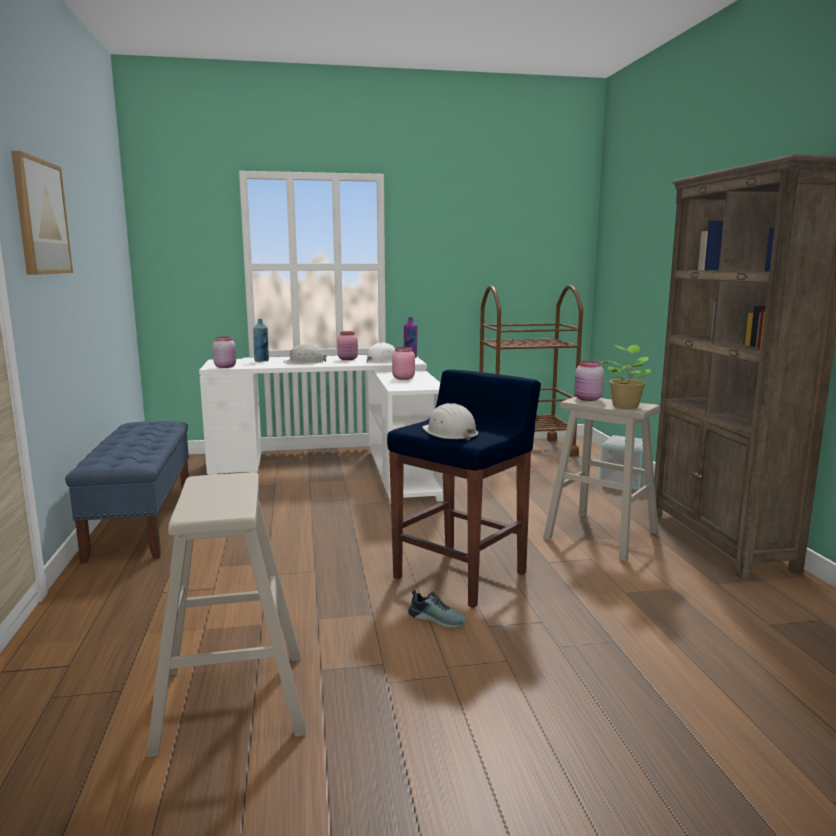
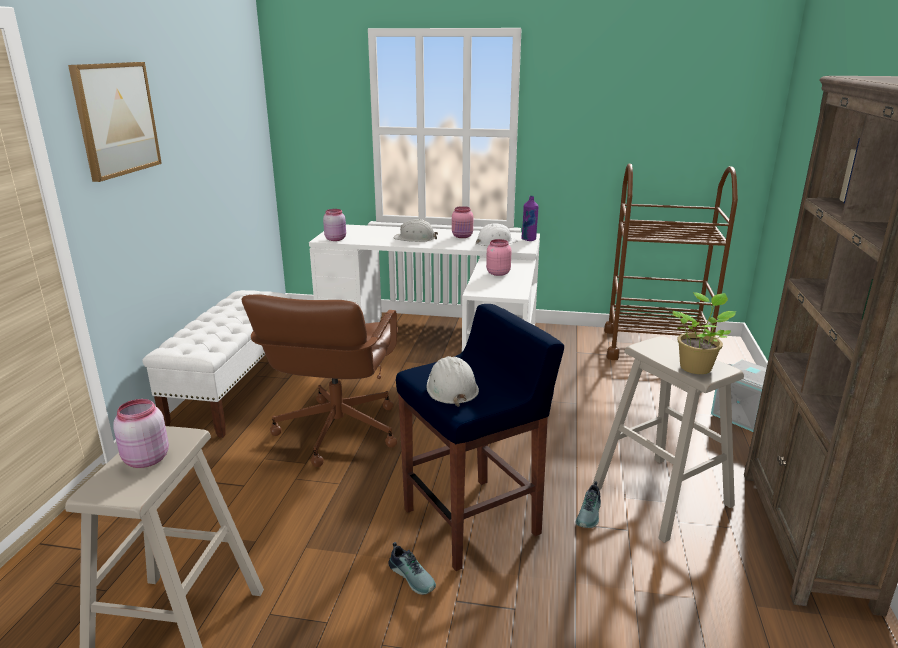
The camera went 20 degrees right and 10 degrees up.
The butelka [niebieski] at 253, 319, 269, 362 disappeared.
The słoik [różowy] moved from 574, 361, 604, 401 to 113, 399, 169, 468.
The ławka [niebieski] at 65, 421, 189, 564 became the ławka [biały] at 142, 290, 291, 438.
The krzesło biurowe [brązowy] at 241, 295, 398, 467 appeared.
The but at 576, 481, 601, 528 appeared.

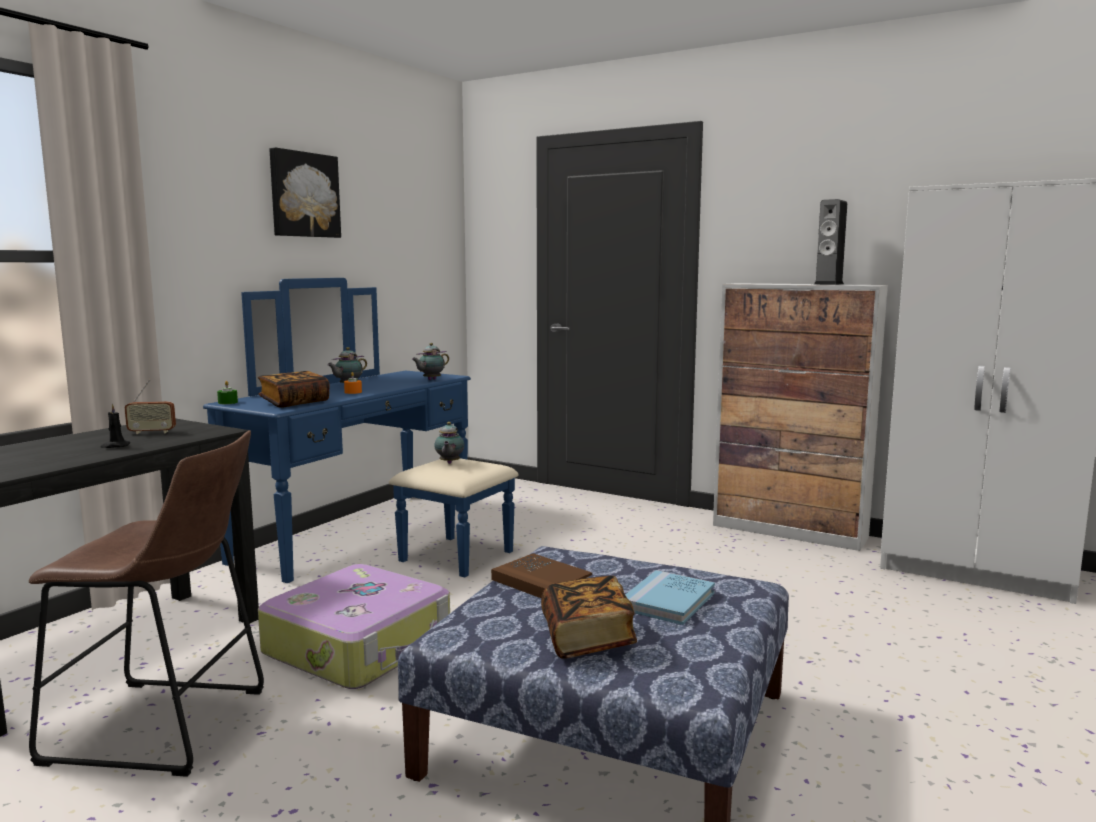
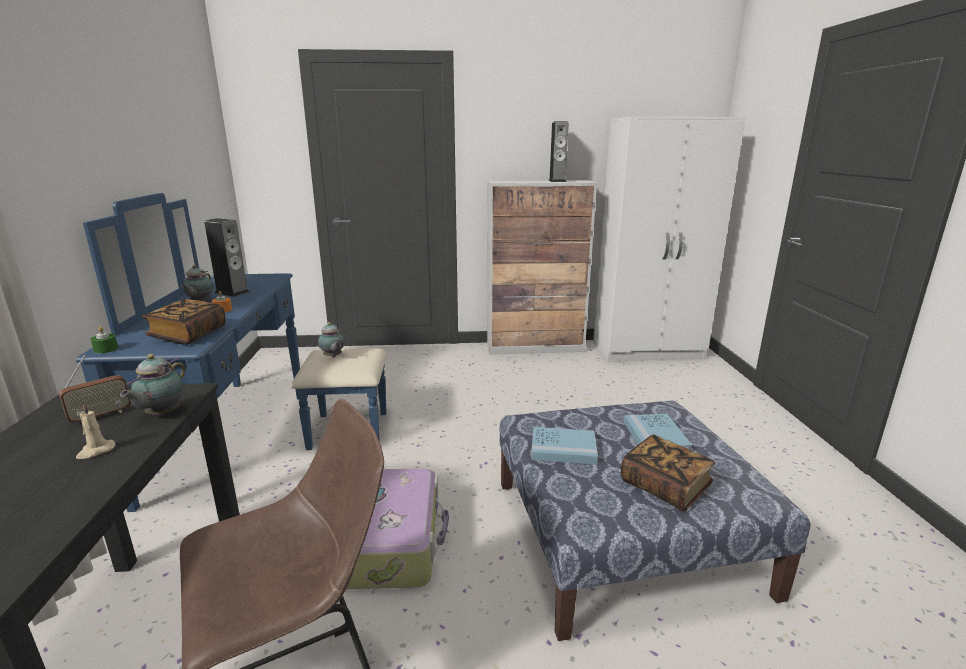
The camera went 35 degrees left and 10 degrees up.
The obraz at 269, 147, 341, 238 disappeared.
The imbryk moved from 412, 343, 449, 380 to 120, 354, 185, 416.
The świeca [czarny] at 101, 404, 130, 448 became the świeca [beżowy] at 76, 402, 116, 459.
The książka [brązowy] at 491, 553, 592, 598 became the książka [niebieski] at 531, 427, 598, 464.
The głośnik at 204, 218, 250, 297 appeared.

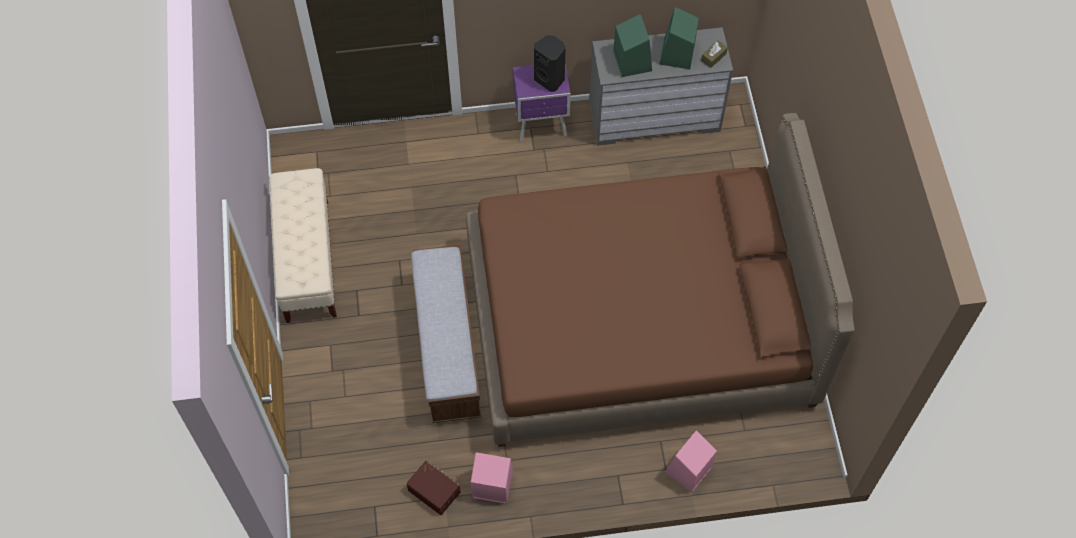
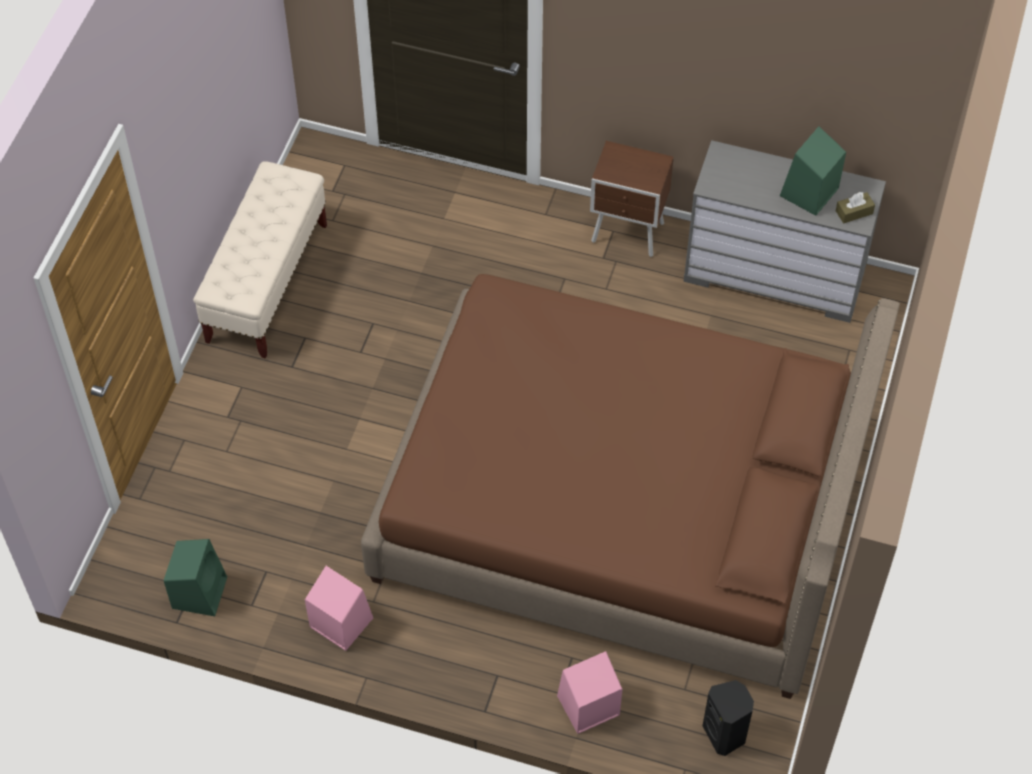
The camera went 25 degrees right and 5 degrees down.
The głośnik [zielony] moved from 613, 14, 652, 77 to 164, 539, 227, 616.
The głośnik [czarny] moved from 534, 35, 566, 92 to 703, 680, 754, 756.
The szafka nocna [fioletowy] at 513, 65, 571, 142 became the szafka nocna [brązowy] at 590, 141, 673, 257.
The ławka at 411, 244, 482, 423 disappeared.
The pojemnik do przechowywania [brązowy] at 406, 460, 461, 515 disappeared.

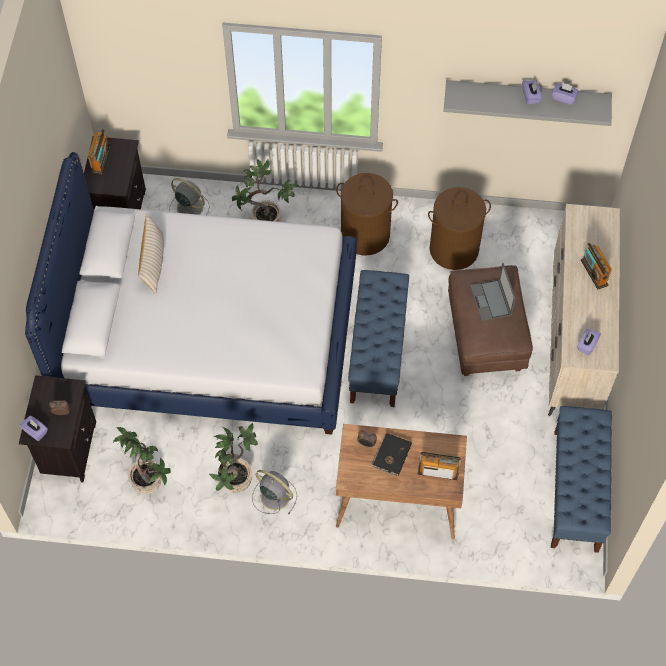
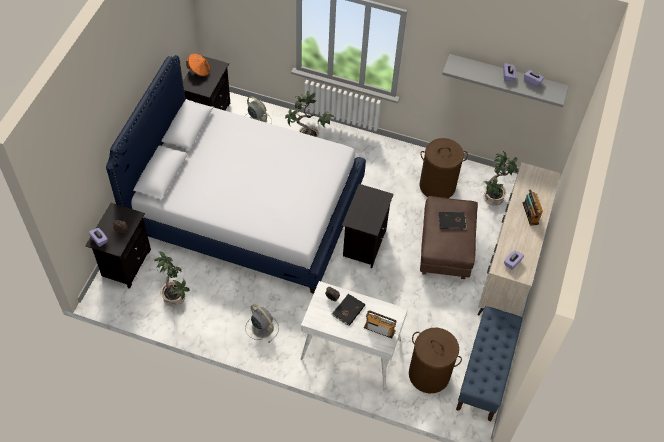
The camera went 10 degrees right and 5 degrees down.
The radio at 88, 129, 111, 174 was replaced by the kapelusz [pomarańczowy] at 186, 54, 211, 77.
The kosz na pranie [brązowy] moved from 336, 173, 398, 255 to 409, 328, 462, 393.
The poduszka [beżowy] at 138, 214, 164, 294 disappeared.
The laptop at 470, 263, 516, 321 was replaced by the książka [czarny] at 439, 212, 467, 230.
The ławka [niebieski] at 348, 270, 409, 407 was replaced by the szafka nocna [czarny] at 342, 184, 394, 268.
The roślina doniczkowa moved from 209, 423, 258, 493 to 483, 150, 518, 206.
The biurko [brązowy] at 336, 424, 467, 540 became the biurko [biały] at 301, 281, 408, 388.

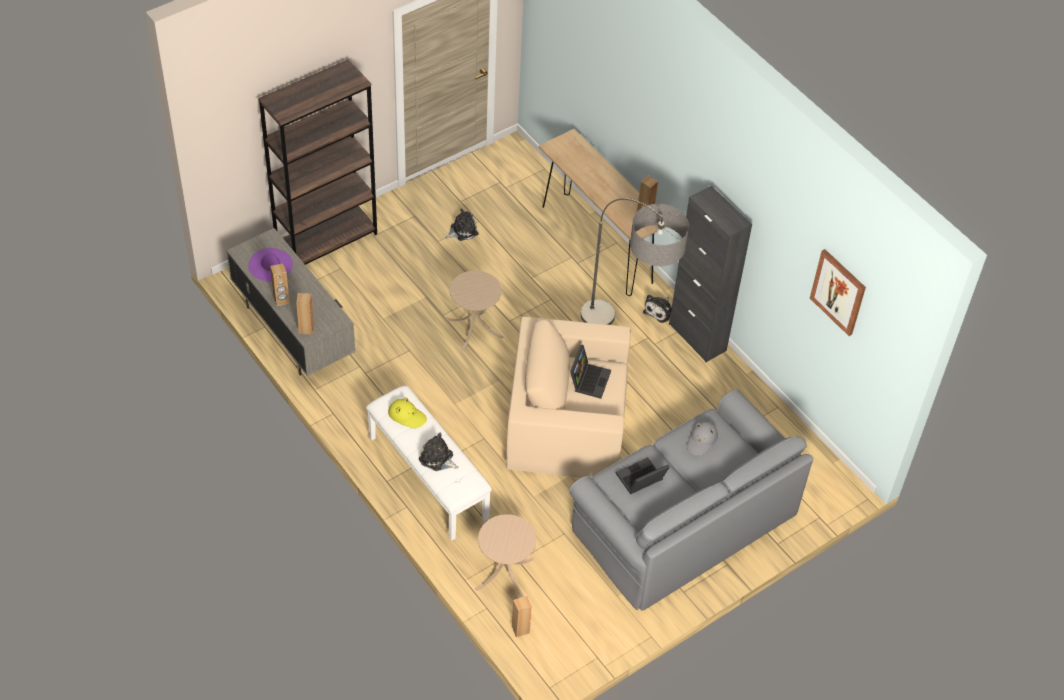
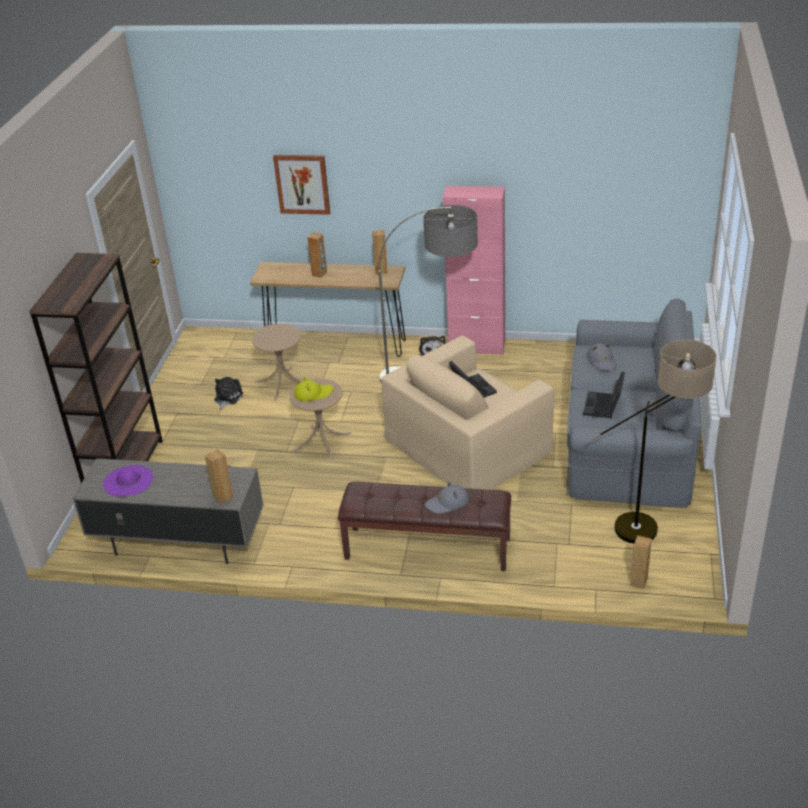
The camera went 40 degrees left and 15 degrees down.
The szafka [czarny] at 669, 186, 752, 362 became the szafka [różowy] at 443, 186, 505, 355.
The obraz moved from 810, 249, 866, 336 to 273, 155, 330, 215.
The głośnik [brązowy] moved from 270, 263, 290, 306 to 308, 232, 327, 278.
The ławka [biały] at 366, 385, 492, 541 became the ławka [brązowy] at 338, 482, 511, 571.
The kapelusz [żółty] moved from 388, 397, 427, 428 to 294, 377, 333, 401.
The pluszak at 419, 433, 458, 471 was replaced by the kapelusz [szary] at 425, 482, 469, 514.
The stolik [beżowy] moved from 476, 514, 536, 598 to 252, 324, 302, 401.
The lampa stojąca at 591, 340, 717, 544 appeared.

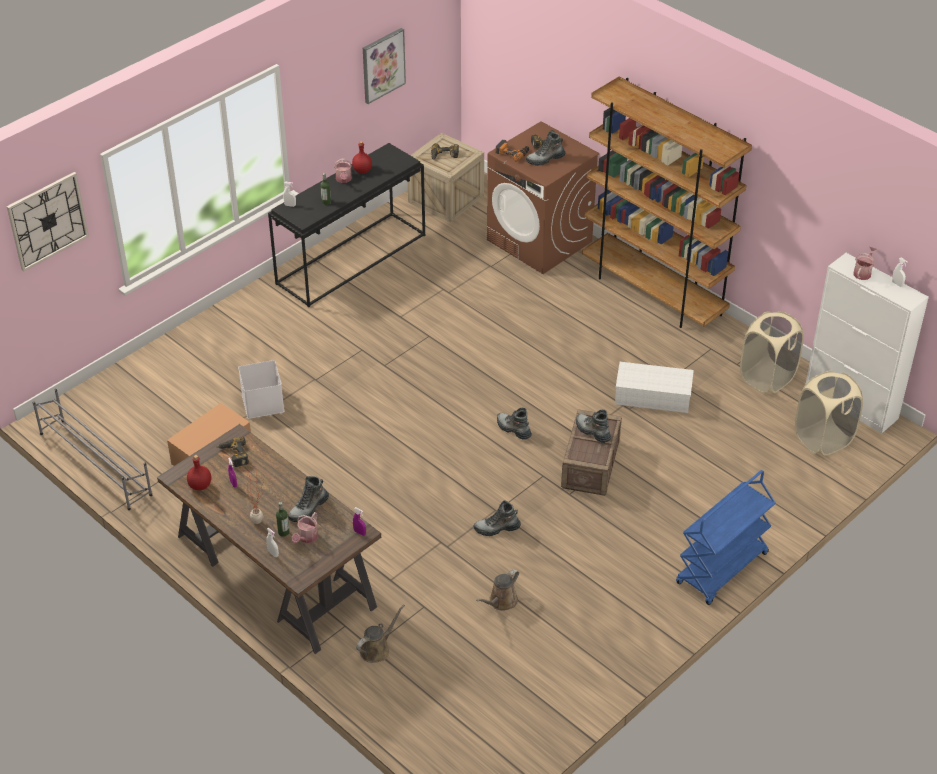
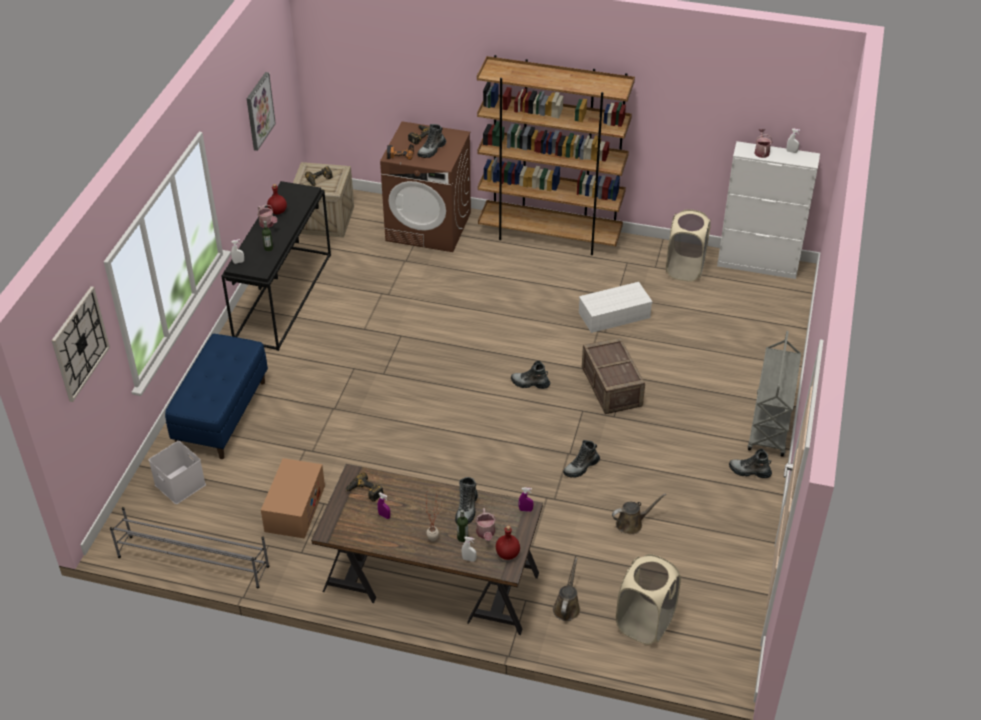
The camera went 30 degrees left and 0 degrees up.
The pojemnik do przechowywania [biały] moved from 238, 360, 284, 419 to 149, 441, 206, 504.
The kosz na pranie [beżowy] moved from 795, 371, 863, 456 to 616, 554, 681, 645.
The but z cholewką moved from 576, 410, 611, 443 to 729, 449, 772, 478.
The butelka [czerwony] moved from 187, 455, 211, 490 to 496, 525, 520, 560.
The wózek [niebieski] at 676, 470, 776, 605 became the wózek [szary] at 748, 331, 801, 457.
The konewka [brązowy] at 476, 569, 519, 611 turned 120 degrees counterclockwise.
The ławka [niebieski] at 165, 334, 268, 459 appeared.

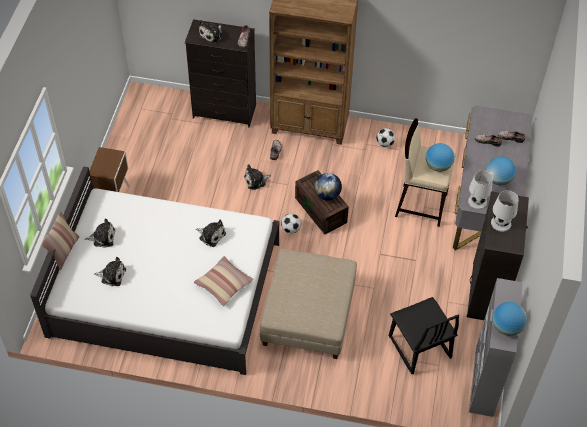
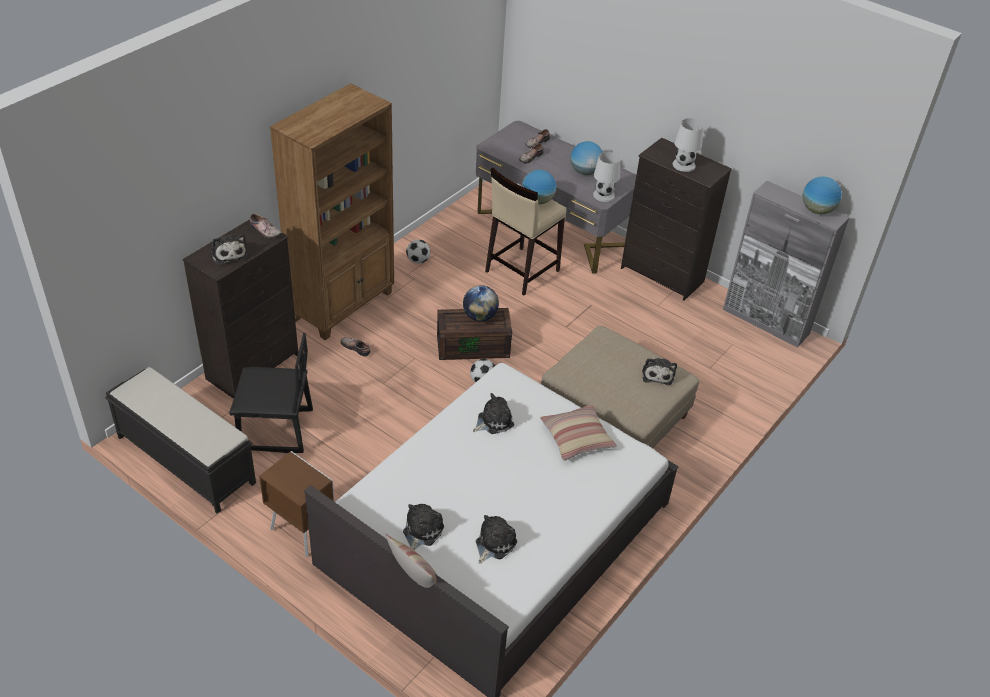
The camera went 65 degrees left and 10 degrees down.
The pluszak moved from 244, 164, 271, 190 to 642, 358, 677, 385.
The krzesło [czarny] moved from 389, 297, 459, 374 to 229, 333, 313, 453.
The ławka [czarny] at 105, 367, 256, 514 appeared.

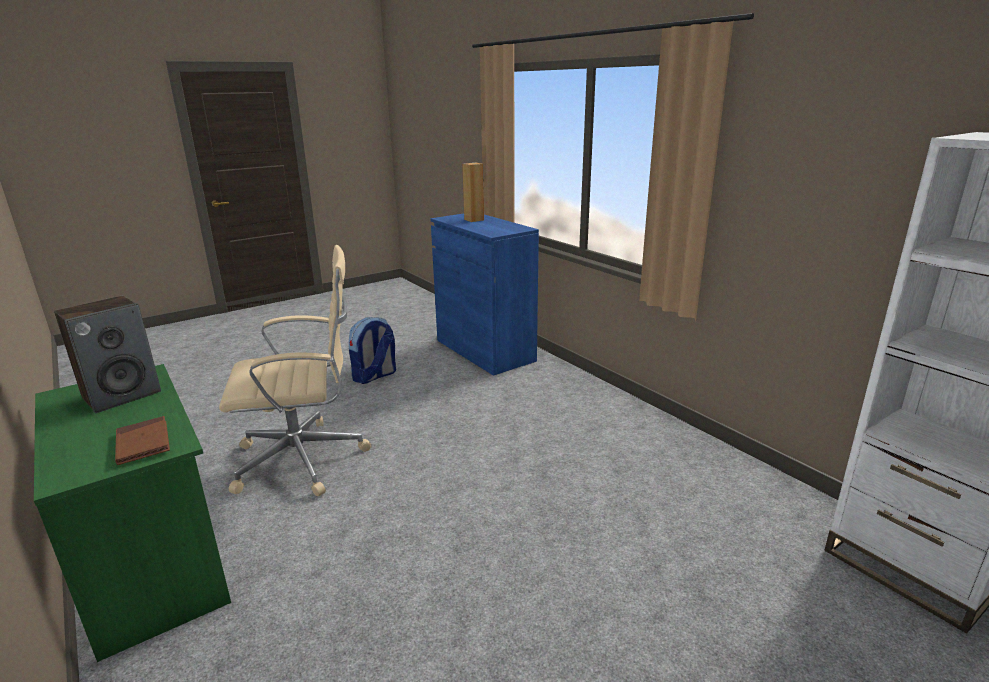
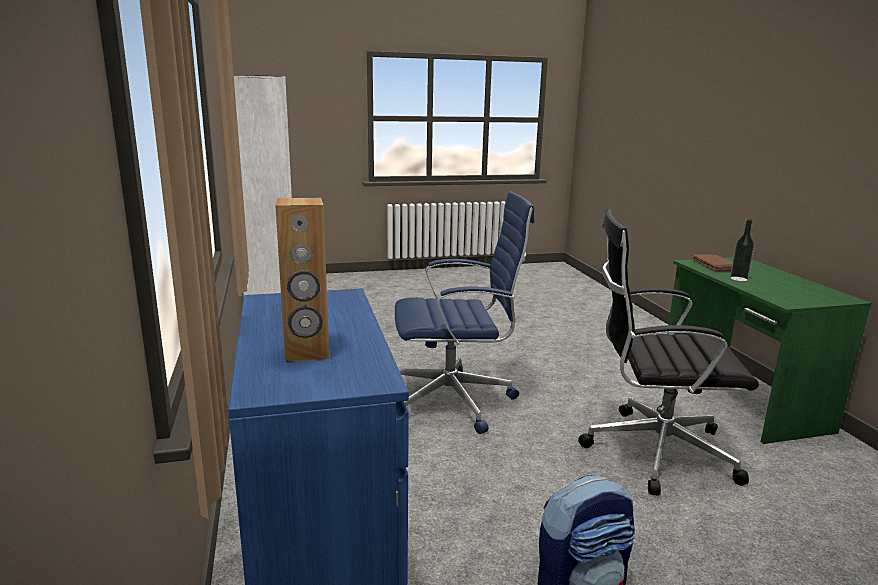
The camera went 160 degrees left and 5 degrees down.
The krzesło biurowe [beżowy] at 219, 245, 372, 496 became the krzesło biurowe [czarny] at 578, 209, 759, 496.
The głośnik at 54, 296, 161, 413 disappeared.
The krzesło biurowe [niebieski] at 395, 191, 535, 434 appeared.
The butelka at 730, 219, 754, 281 appeared.

